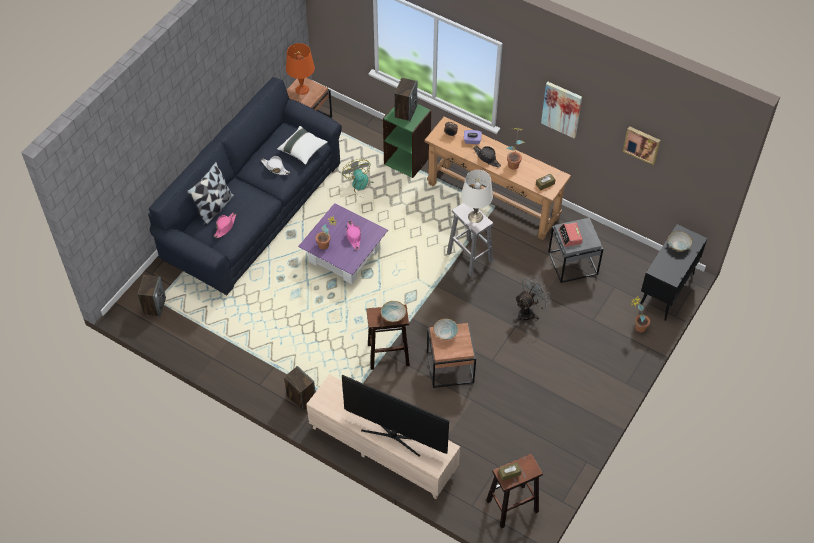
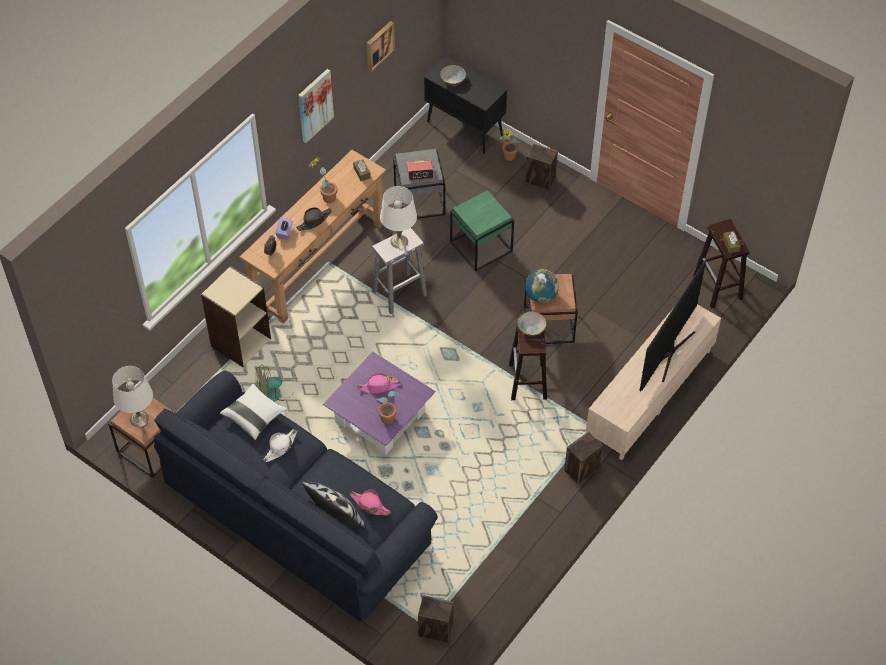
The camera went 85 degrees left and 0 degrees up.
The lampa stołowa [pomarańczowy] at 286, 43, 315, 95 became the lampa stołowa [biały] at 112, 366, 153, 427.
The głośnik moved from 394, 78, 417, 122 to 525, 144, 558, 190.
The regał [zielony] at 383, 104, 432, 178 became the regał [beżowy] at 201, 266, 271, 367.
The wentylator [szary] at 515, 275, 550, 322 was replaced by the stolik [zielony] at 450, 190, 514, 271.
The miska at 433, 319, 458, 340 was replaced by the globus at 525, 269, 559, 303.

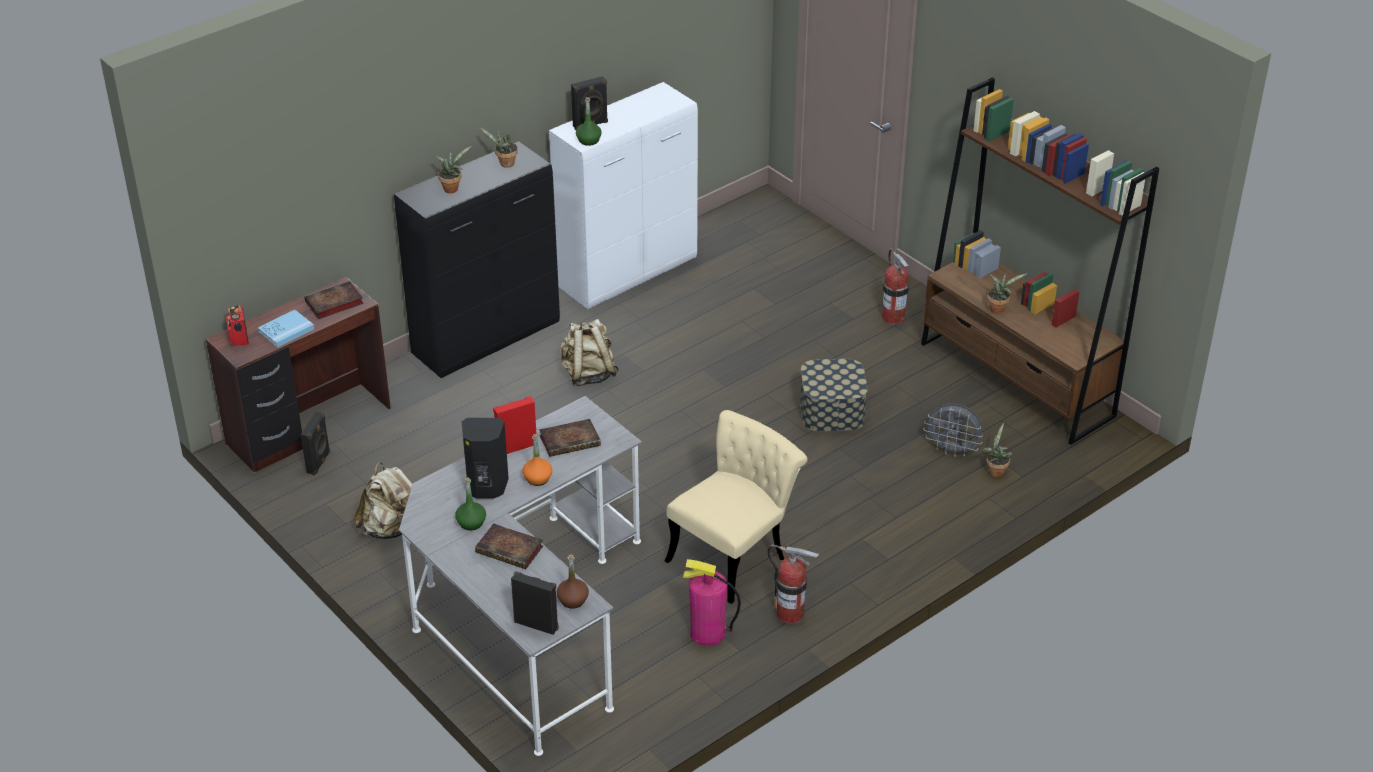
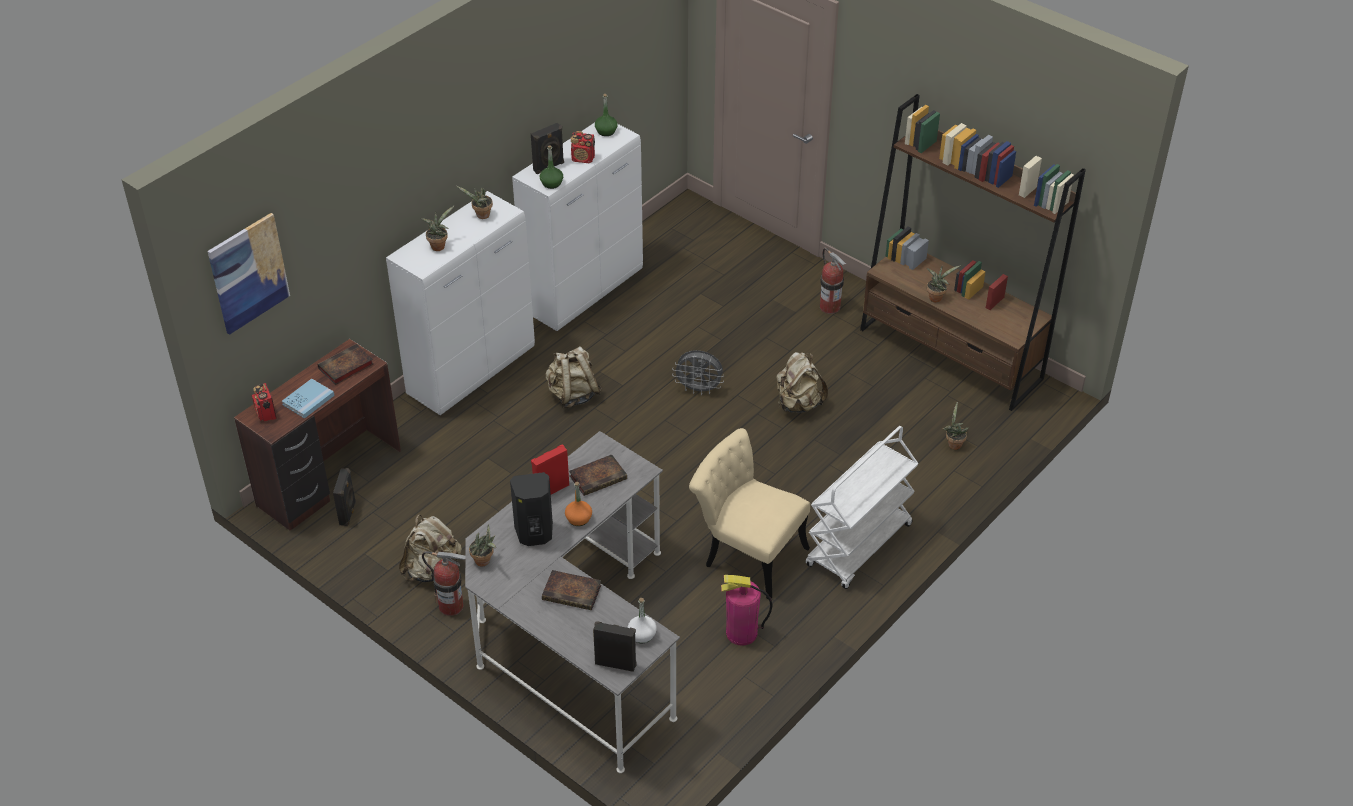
The camera went 10 degrees left and 5 degrees up.
The szafka [czarny] at 394, 141, 560, 378 became the szafka [biały] at 386, 191, 535, 415.
The pojemnik do przechowywania at 800, 359, 868, 432 was replaced by the plecak [beżowy] at 776, 352, 828, 413.
The wentylator [szary] moved from 923, 403, 983, 457 to 672, 350, 724, 395.
The krzesło [beżowy] at 665, 410, 808, 604 turned 90 degrees counterclockwise.
The butelka [zielony] moved from 455, 478, 486, 530 to 595, 94, 618, 136.
The gaśnica moved from 767, 545, 819, 624 to 422, 551, 465, 616.
The butelka [brązowy] at 557, 554, 589, 609 became the butelka [biały] at 628, 598, 657, 643.
The radio at 571, 131, 595, 163 appeared.
The obraz at 207, 213, 290, 335 appeared.
The wózek [biały] at 806, 426, 918, 589 appeared.
The roślina doniczkowa at 469, 525, 496, 567 appeared.

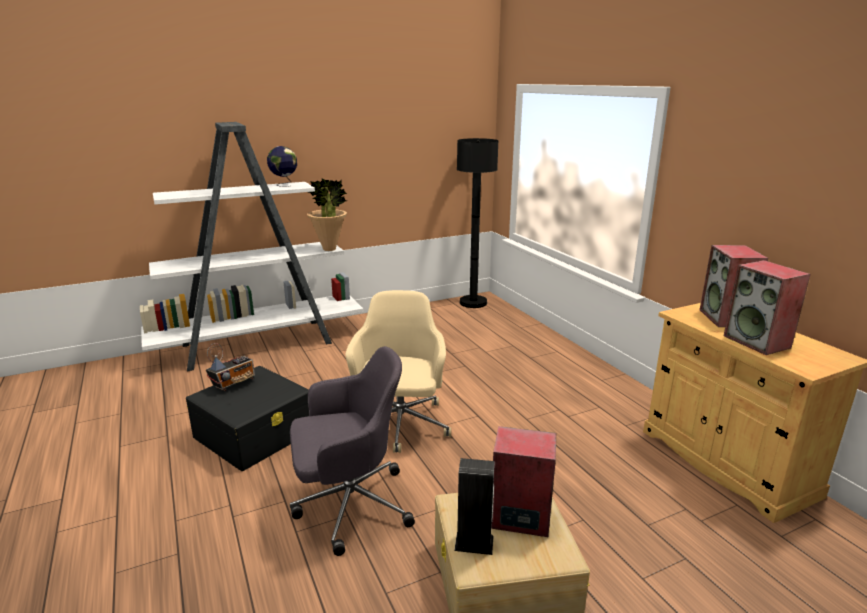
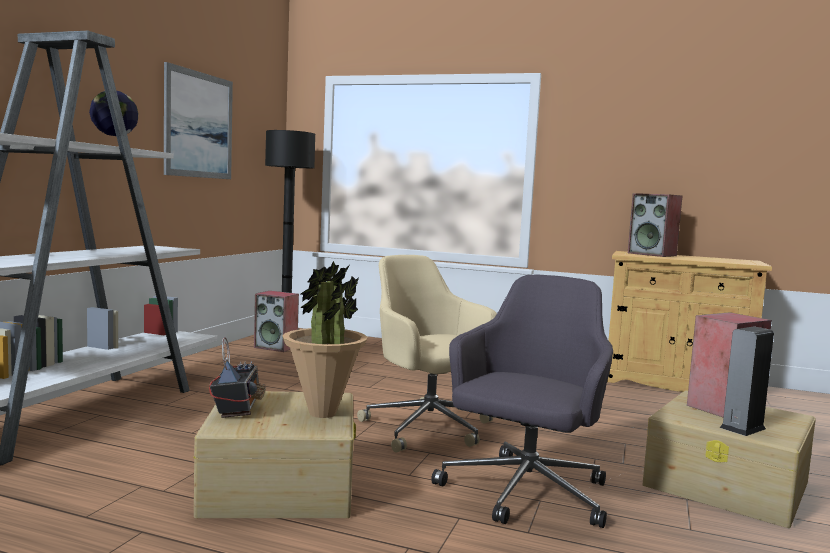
The camera went 45 degrees left and 15 degrees down.
The roślina doniczkowa moved from 307, 178, 347, 251 to 283, 261, 367, 418.
The głośnik moved from 724, 260, 810, 355 to 254, 291, 299, 352.
The pojemnik do przechowywania [czarny] at 186, 366, 309, 471 became the pojemnik do przechowywania [beżowy] at 193, 391, 356, 518.
The obraz at 164, 62, 233, 179 appeared.

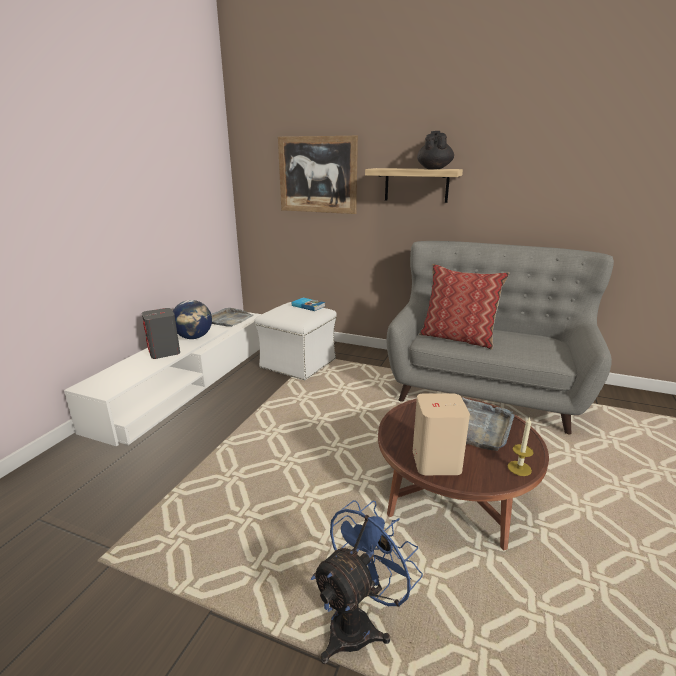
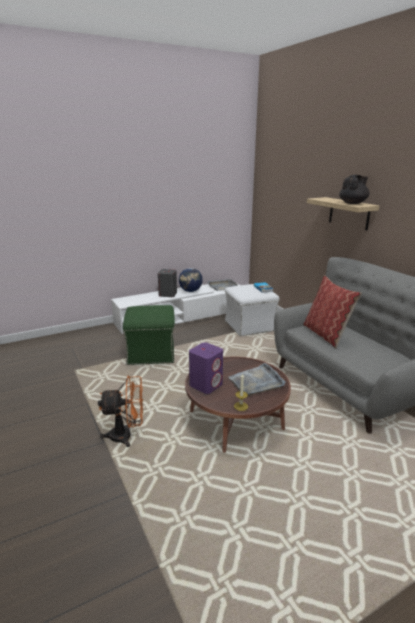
The camera went 40 degrees right and 0 degrees up.
The obraz at 278, 136, 358, 214 disappeared.
The głośnik [beżowy] at 413, 393, 470, 475 became the głośnik [fioletowy] at 189, 342, 223, 394.
The wentylator [niebieski] at 311, 500, 423, 664 became the wentylator [pomarańczowy] at 98, 376, 143, 447.
The pufa [zielony] at 123, 305, 175, 365 appeared.

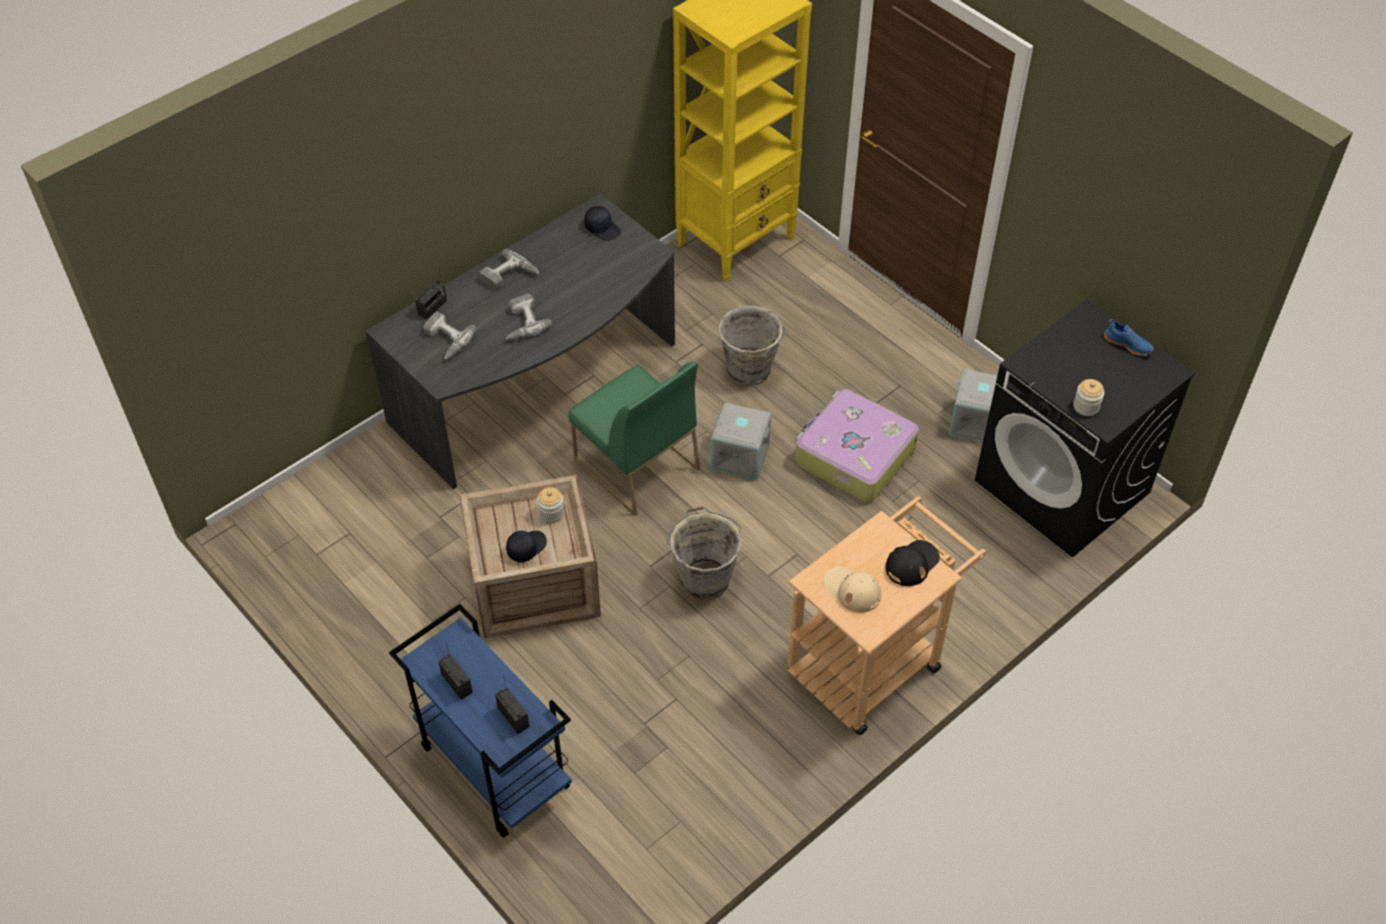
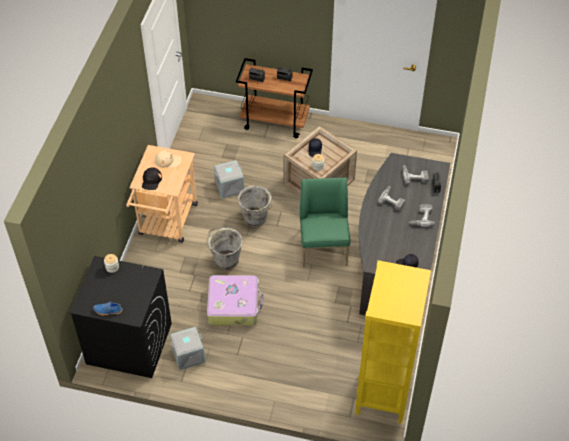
The camera went 145 degrees right and 0 degrees up.
The wiadro [szary] moved from 718, 306, 786, 386 to 207, 227, 243, 270.
The krzesło [zielony] at 569, 362, 700, 516 turned 75 degrees clockwise.
The pojemnik do przechowywania [szary] moved from 710, 402, 772, 480 to 214, 160, 244, 198.
The wózek [niebieski] at 389, 604, 572, 838 became the wózek [brązowy] at 236, 58, 313, 138.

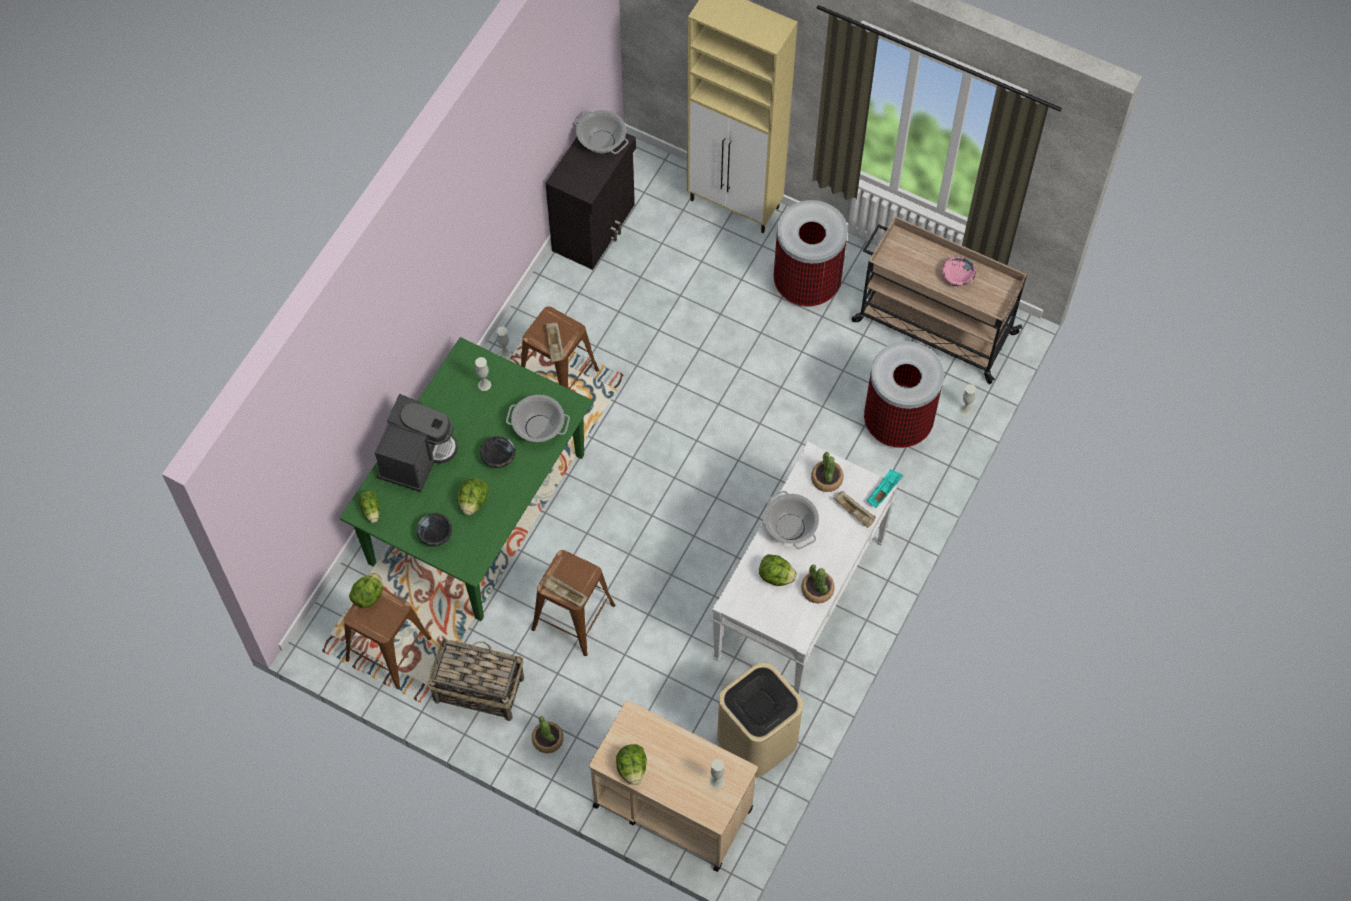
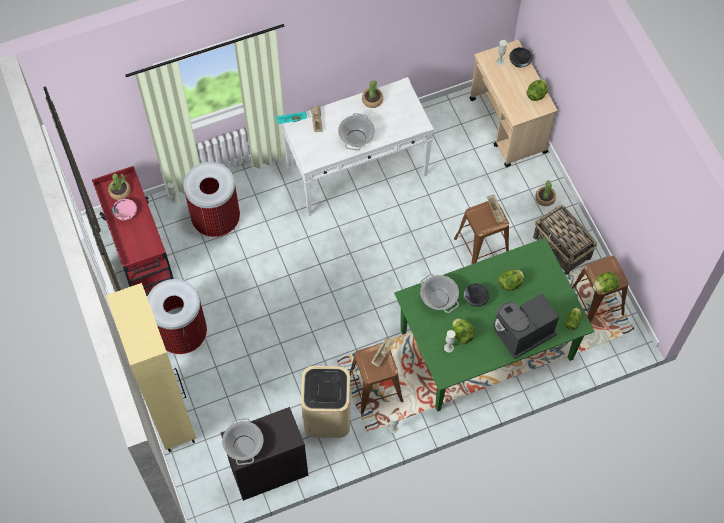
The camera went 140 degrees left and 0 degrees up.
The wózek [beżowy] at 852, 216, 1027, 384 became the wózek [czerwony] at 92, 166, 174, 296.
The roślina doniczkowa moved from 811, 452, 843, 492 to 108, 173, 130, 200.
The miska [czarny] moved from 417, 513, 452, 547 to 510, 47, 533, 68.
The sałata moved from 759, 554, 797, 586 to 453, 319, 475, 344.
The kosz na śmieci [beżowy] moved from 717, 663, 803, 778 to 301, 366, 351, 438.

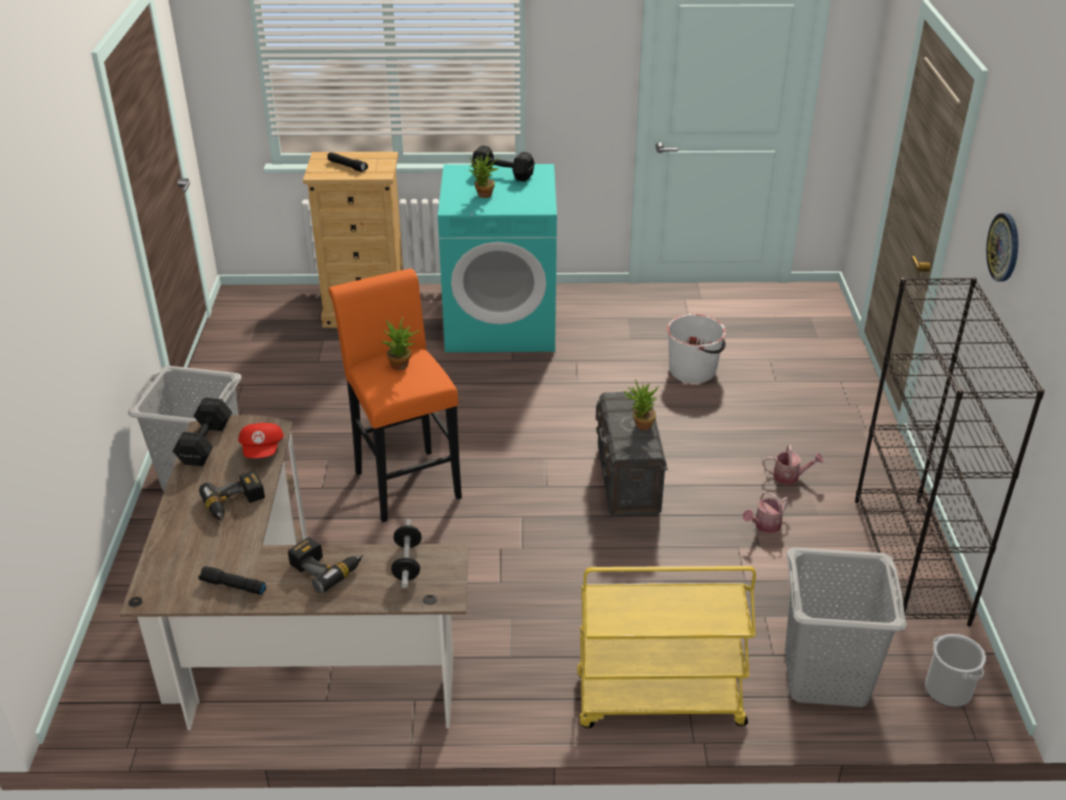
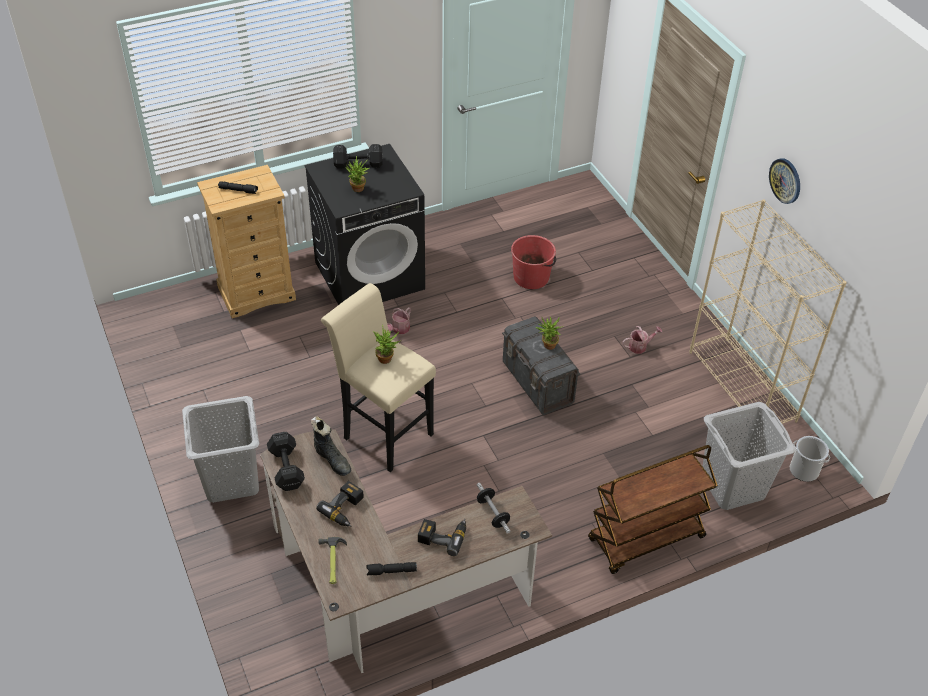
The camera went 25 degrees left and 10 degrees up.
The pralka [turkusowy] at 438, 164, 557, 352 became the pralka [czarny] at 305, 144, 425, 305.
The stołek [pomarańczowy] at 328, 268, 462, 522 became the stołek [beżowy] at 321, 283, 436, 472.
The regał [czarny] at 855, 277, 1045, 627 became the regał [beżowy] at 689, 199, 847, 424.
The wiadro [biały] at 667, 314, 726, 383 became the wiadro [czerwony] at 511, 235, 556, 289.
The czapka z daszkiem [czerwony] at 238, 423, 284, 458 was replaced by the but z cholewką [czarny] at 311, 416, 351, 476.
The konewka moved from 743, 492, 790, 533 to 387, 307, 411, 334.
The wózek [żółty] at 577, 566, 756, 728 became the wózek [brązowy] at 588, 445, 718, 574.
The młotek at 319, 537, 347, 584 appeared.

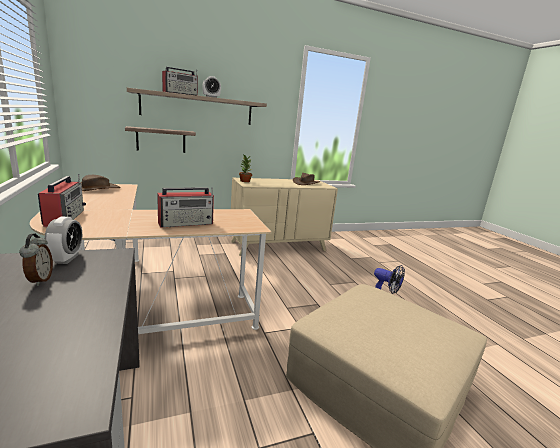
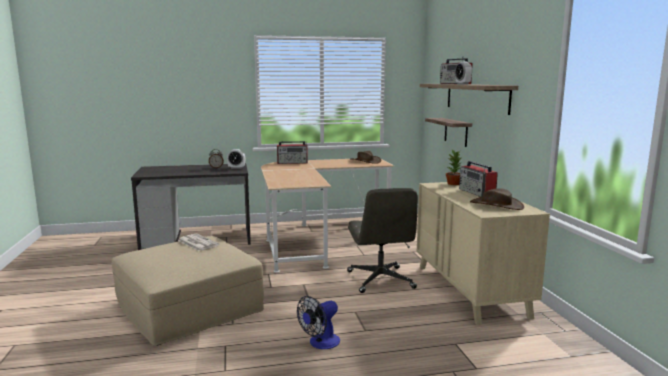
The camera went 100 degrees right and 5 degrees down.
The radio moved from 157, 187, 214, 228 to 459, 161, 498, 197.
The krzesło biurowe [szary] at 347, 188, 418, 293 appeared.
The gazeta at 178, 234, 219, 251 appeared.

